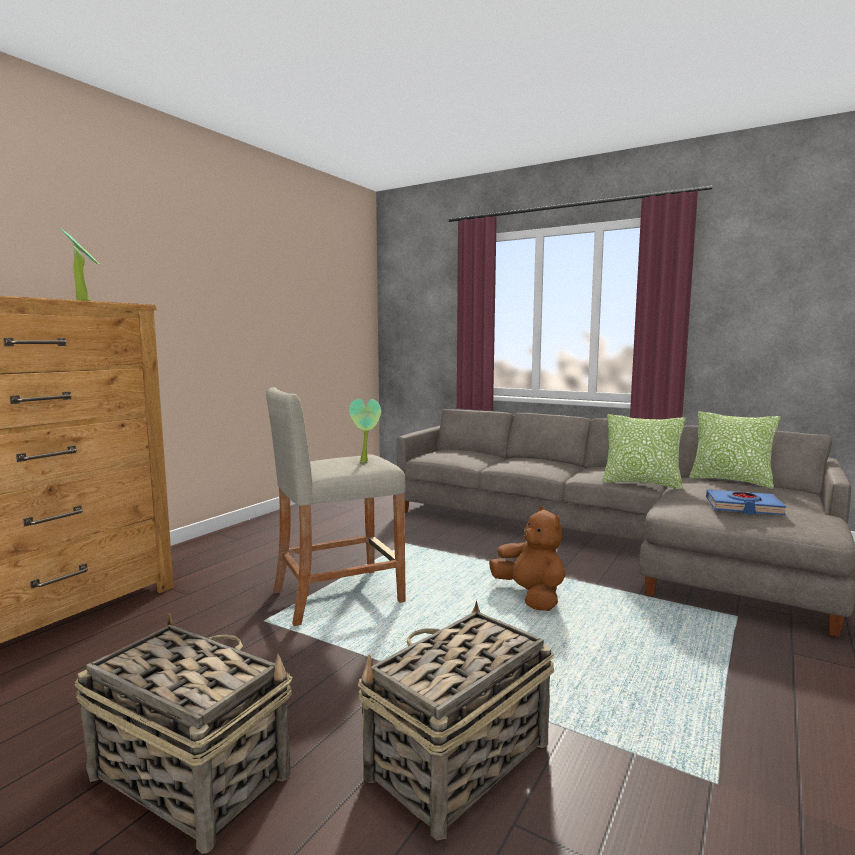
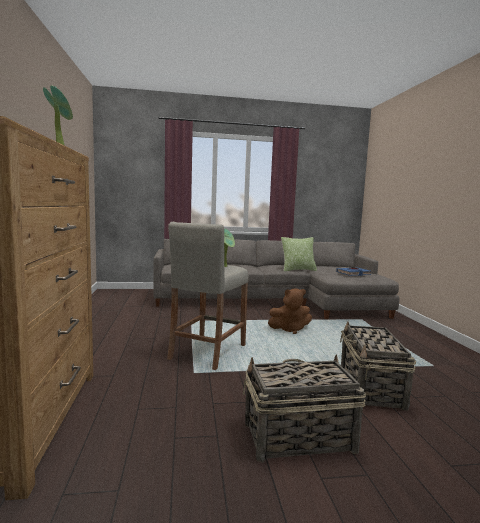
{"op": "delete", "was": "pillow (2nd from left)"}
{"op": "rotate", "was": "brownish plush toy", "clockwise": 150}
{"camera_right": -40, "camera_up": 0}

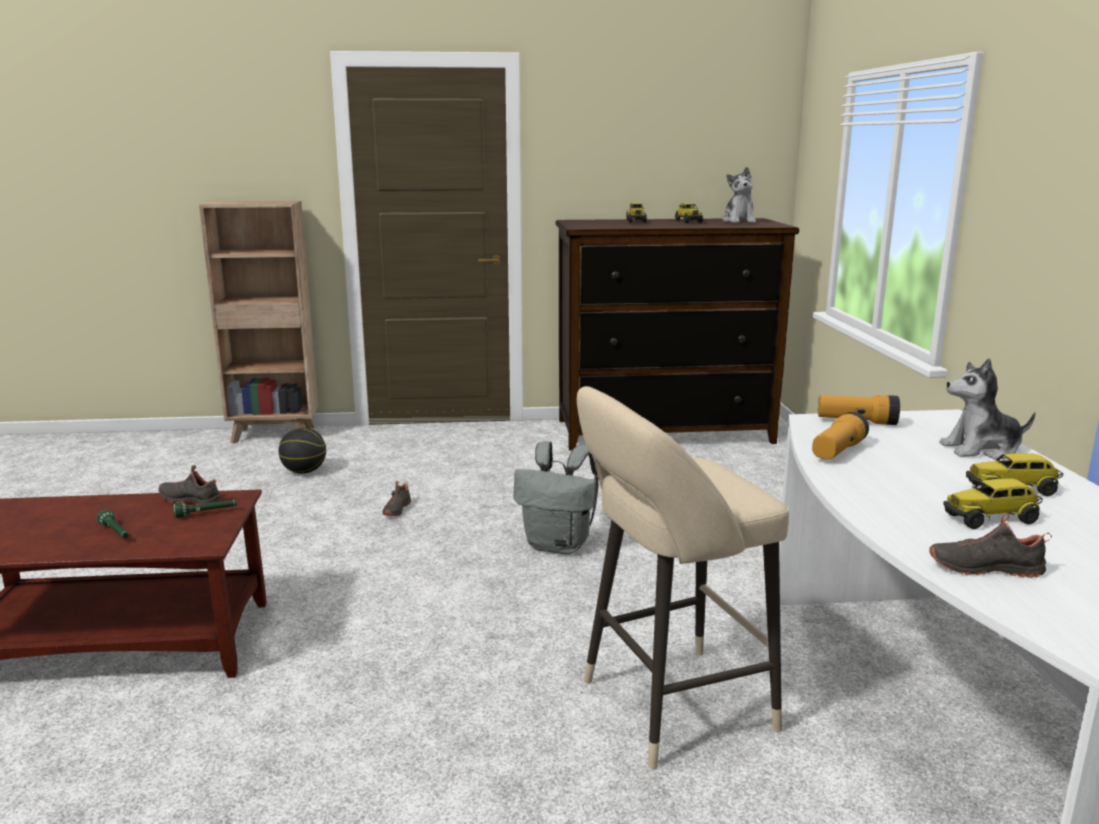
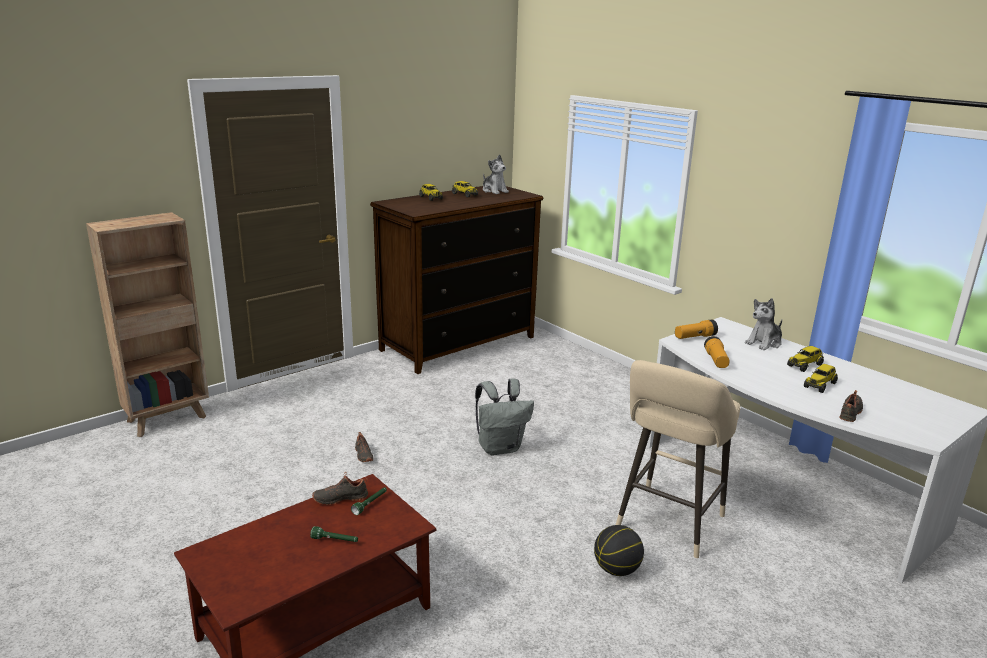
{"op": "move", "was": "basketball"}
{"op": "rotate", "was": "blackish low shoe (3rd from left)", "clockwise": 150}
{"camera_right": -35, "camera_up": 5}

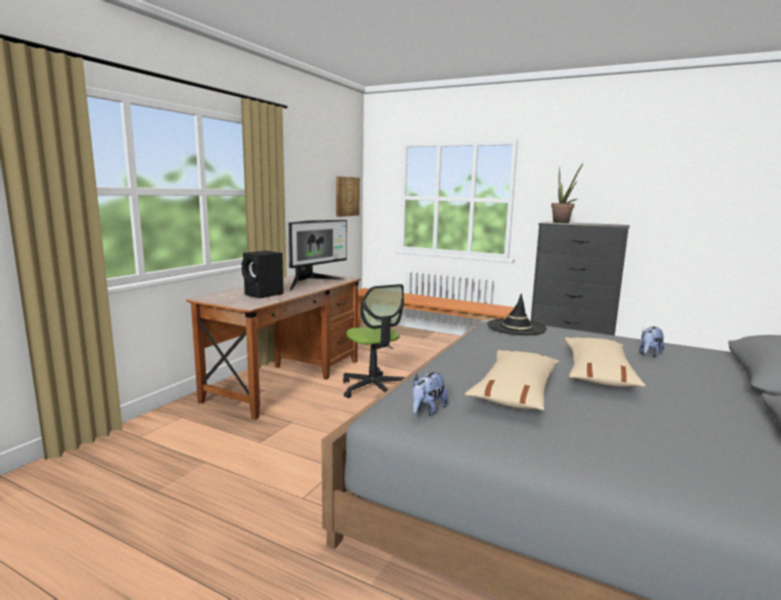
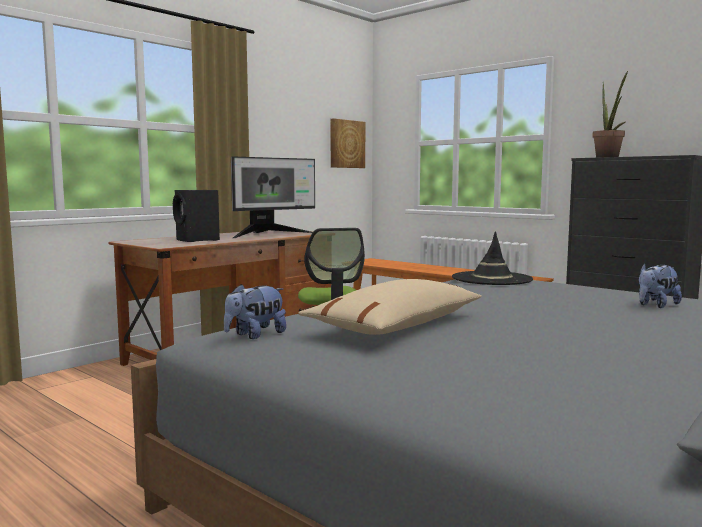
{"op": "delete", "was": "beige-coloured pillow (2nd from left)"}
{"camera_right": 15, "camera_up": -5}

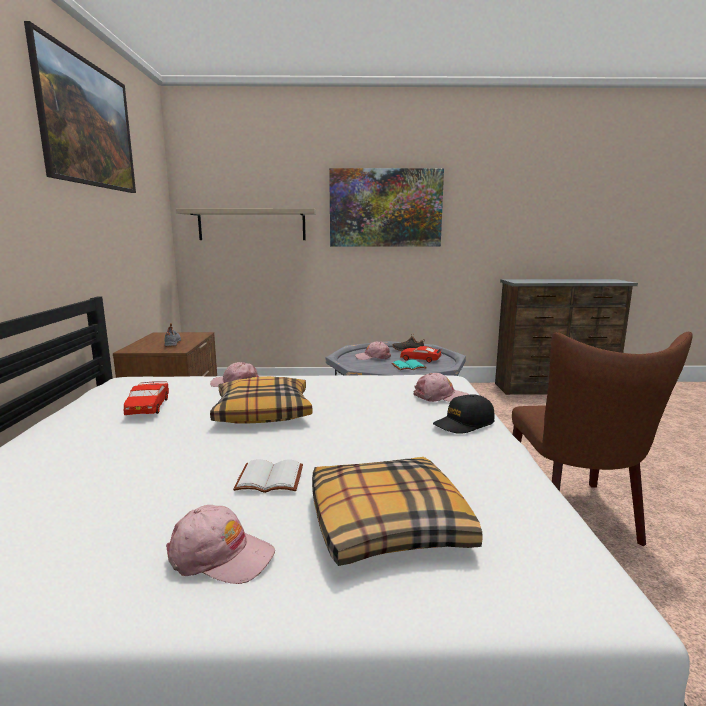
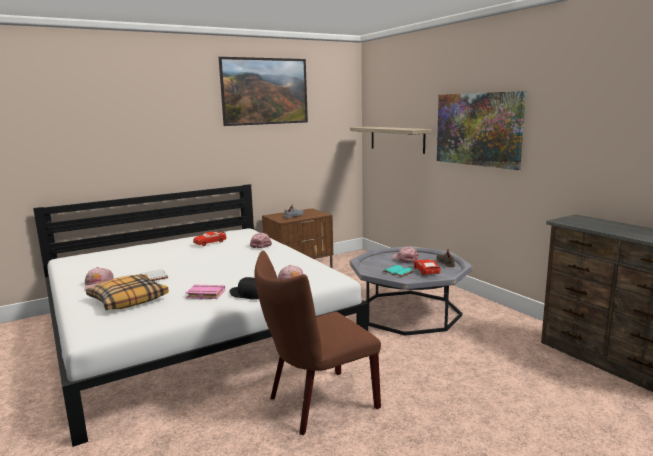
{"op": "delete", "was": "pillow (1st from left)"}
{"op": "insert", "now": "pink-coloured volume"}
{"camera_right": 60, "camera_up": 0}

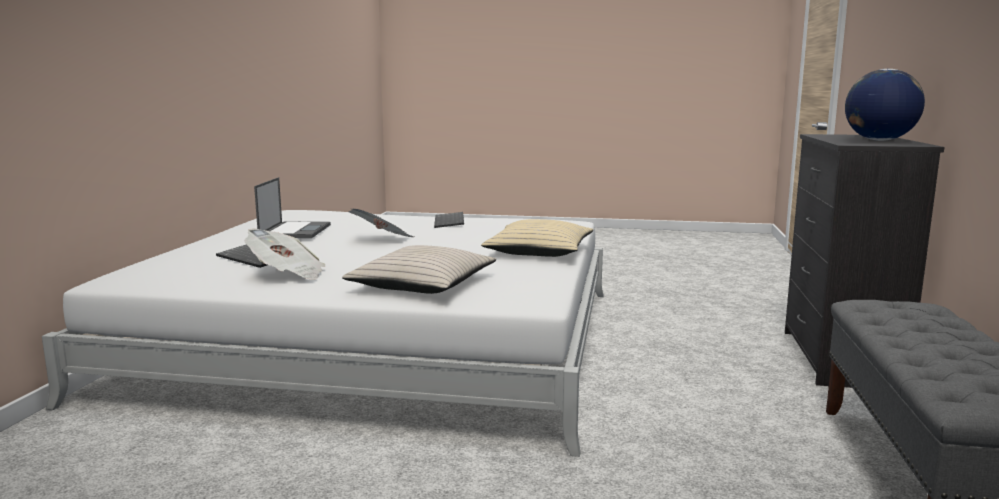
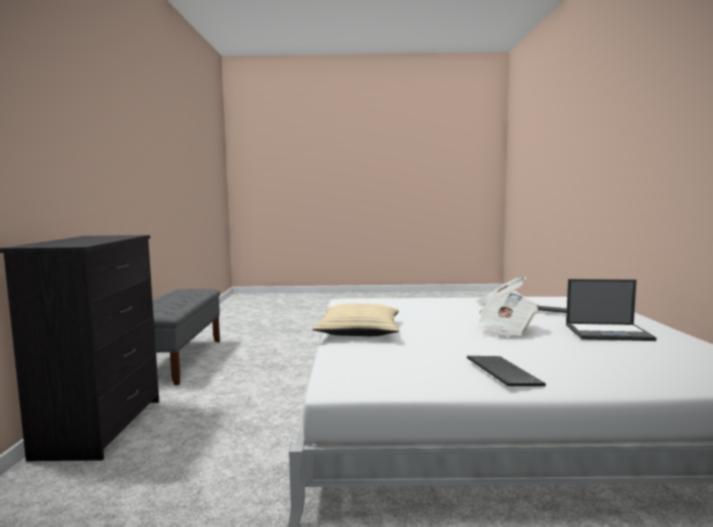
{"op": "delete", "was": "beige-coloured pillow (1st from left)"}
{"op": "delete", "was": "desk globe"}
{"op": "rotate", "was": "laptop", "clockwise": -75}
{"camera_right": 170, "camera_up": -5}

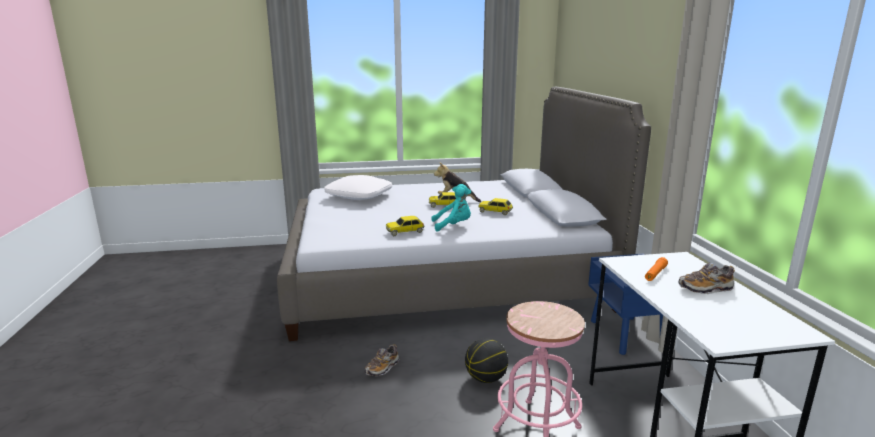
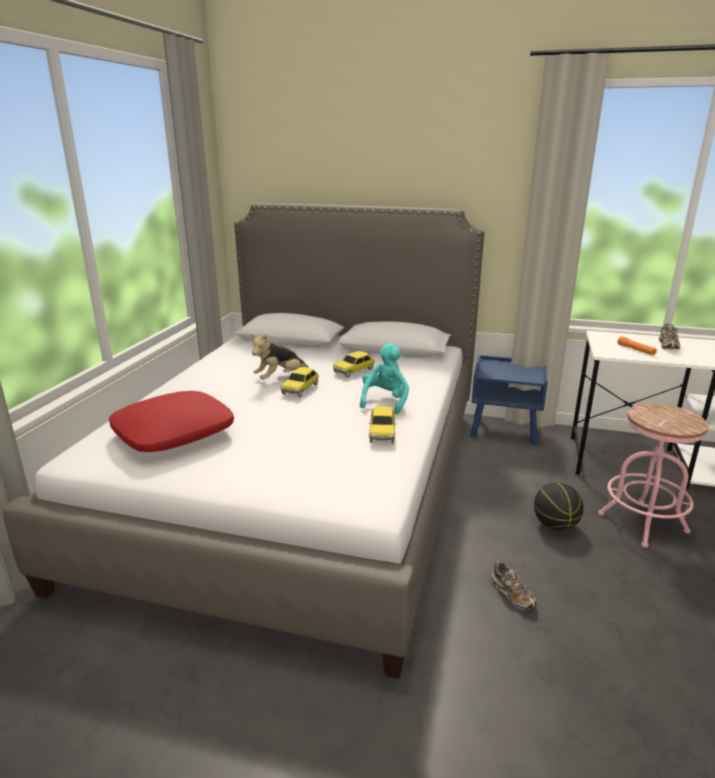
{"op": "recolor", "was": "whitish pillow", "now": "reddish pillow"}
{"camera_right": -65, "camera_up": 5}

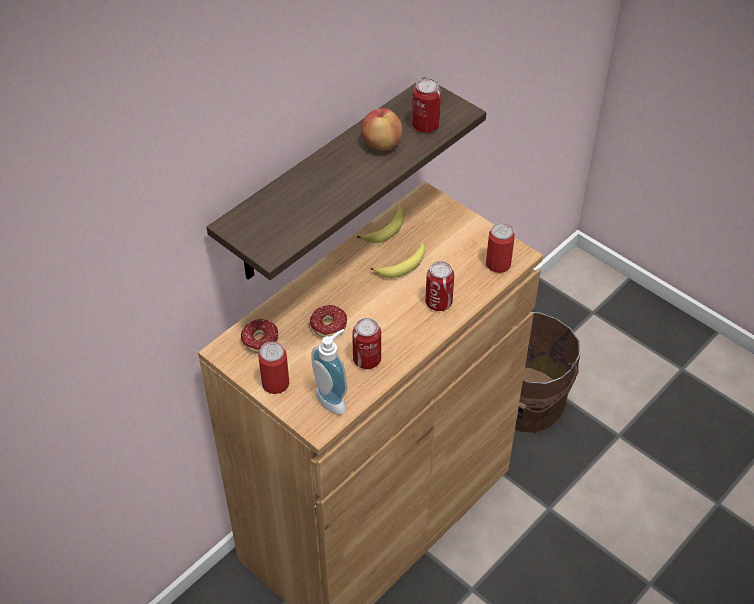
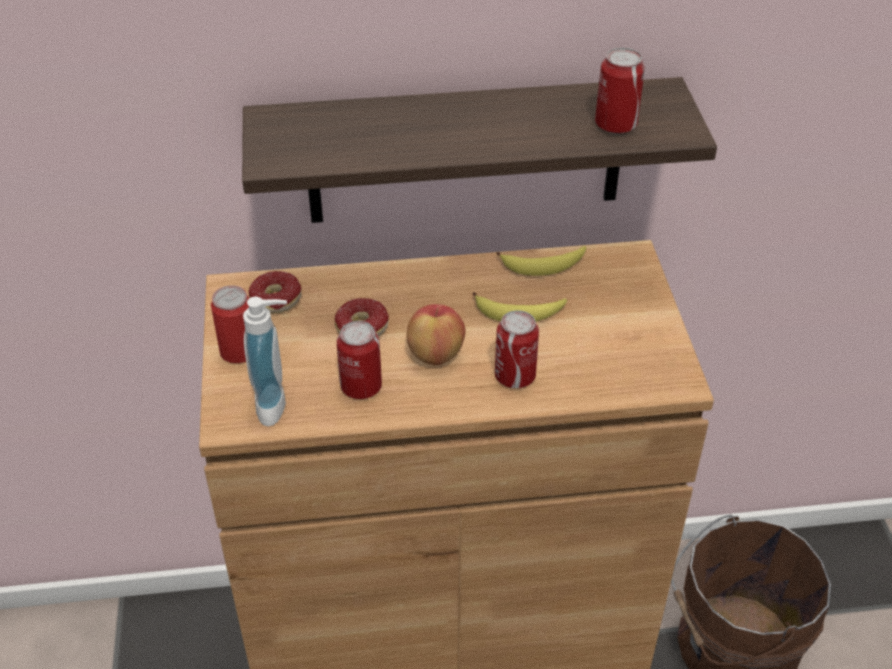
{"op": "delete", "was": "can (5th from left)"}
{"op": "move", "was": "apple"}
{"camera_right": 40, "camera_up": -5}

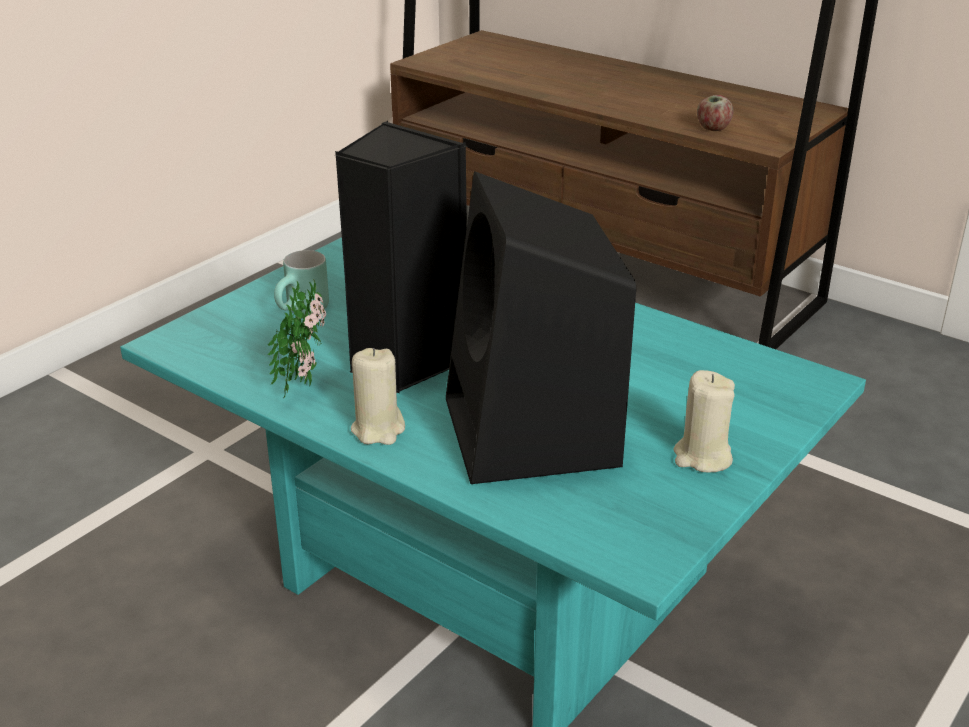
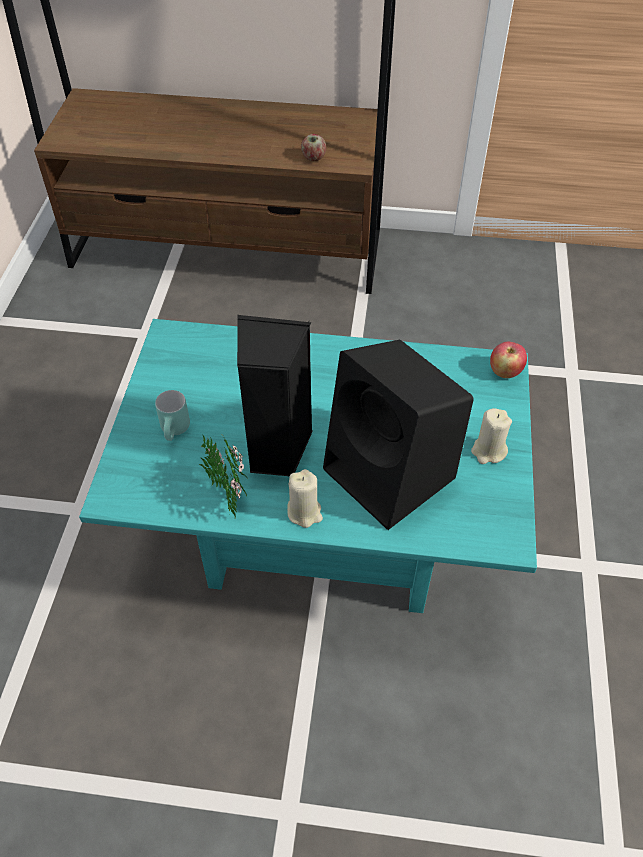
{"op": "insert", "now": "apple (2nd from left)"}
{"camera_right": -30, "camera_up": 20}

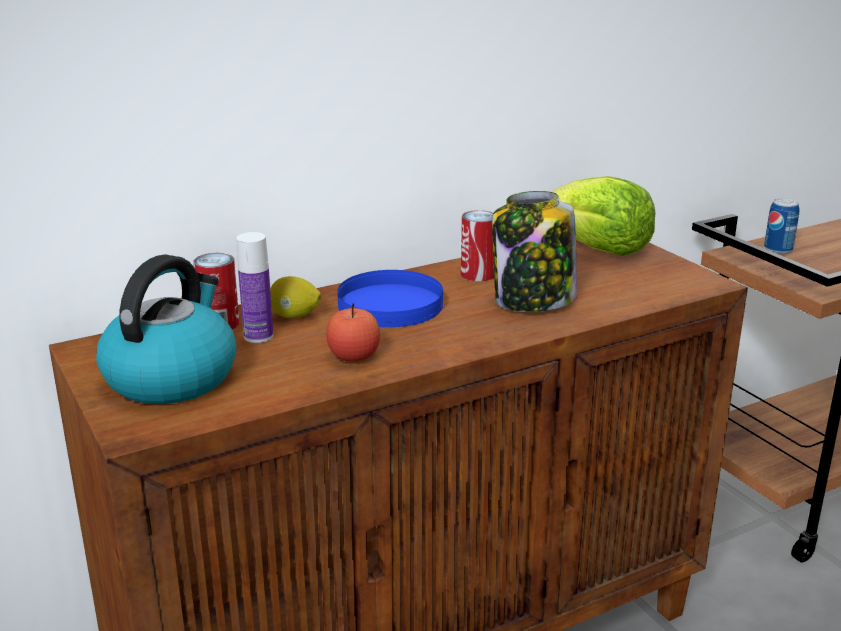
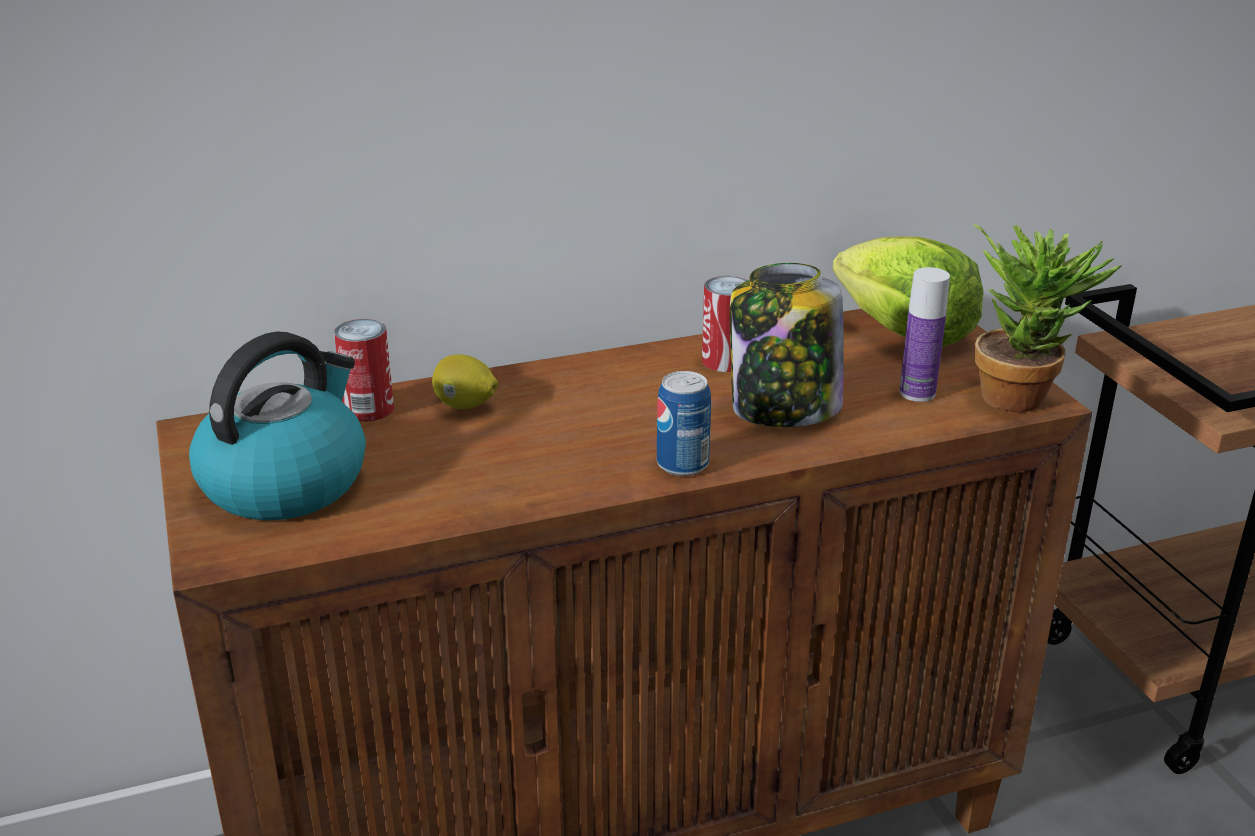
{"op": "delete", "was": "apple"}
{"op": "delete", "was": "blue-coloured flat dish"}
{"op": "insert", "now": "potted plant"}
{"op": "move", "was": "bottle"}
{"op": "move", "was": "can (3rd from left in the first image)", "now": "can (2nd from left)"}
{"camera_right": 10, "camera_up": 5}

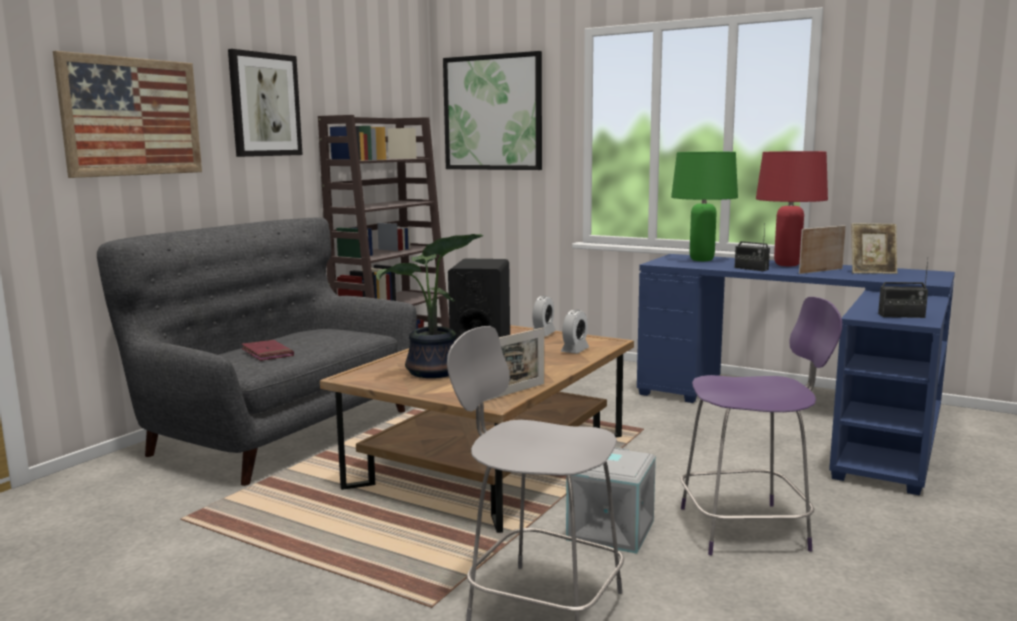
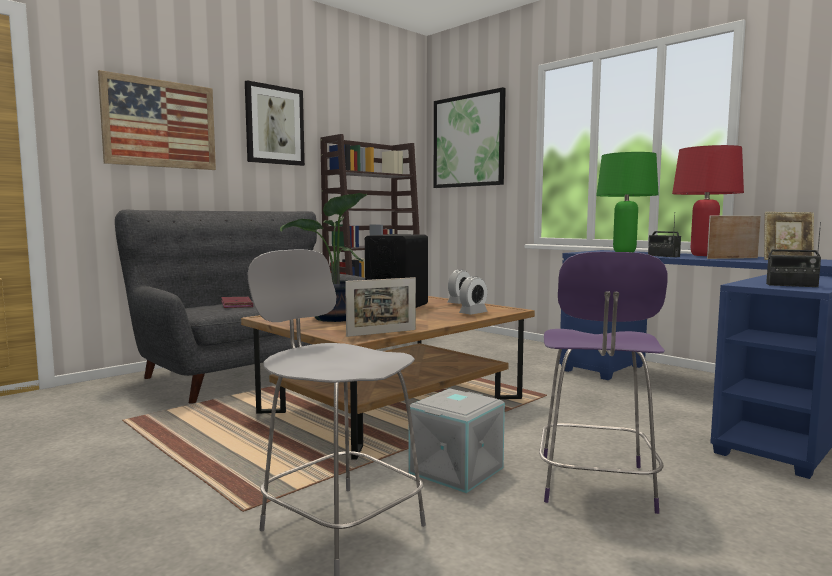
{"op": "rotate", "was": "purple chair", "clockwise": 90}
{"camera_right": 15, "camera_up": -5}

